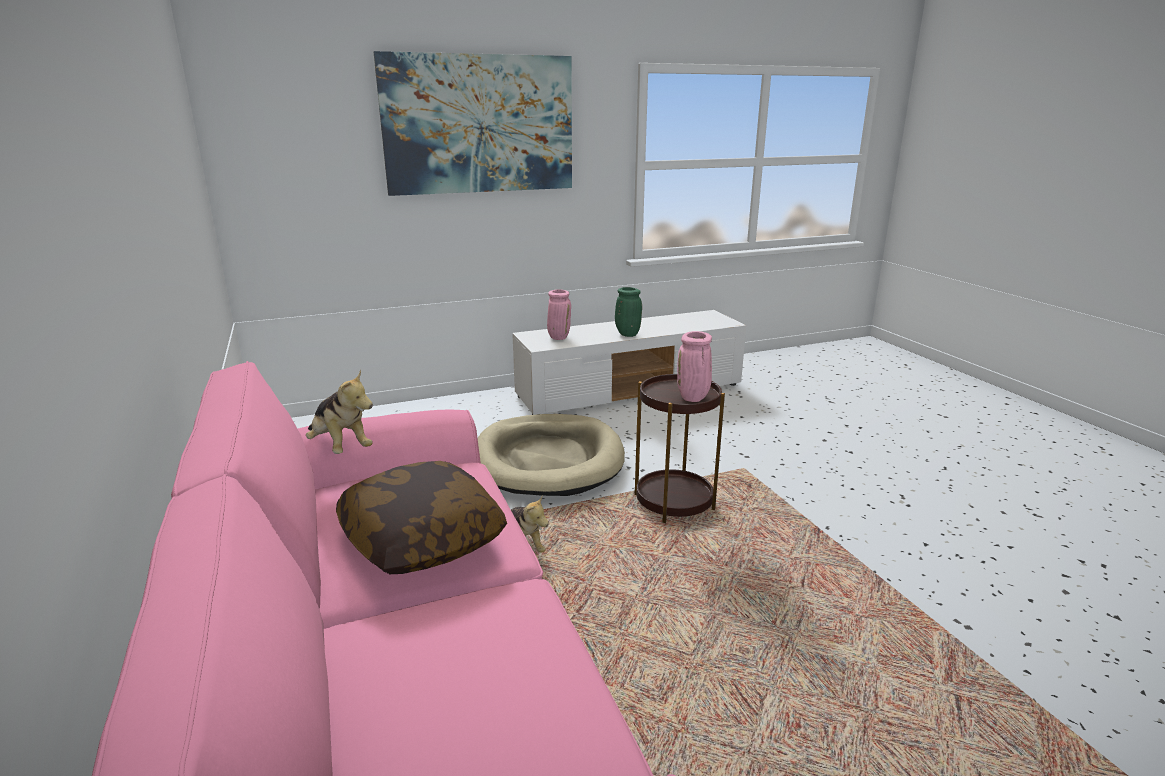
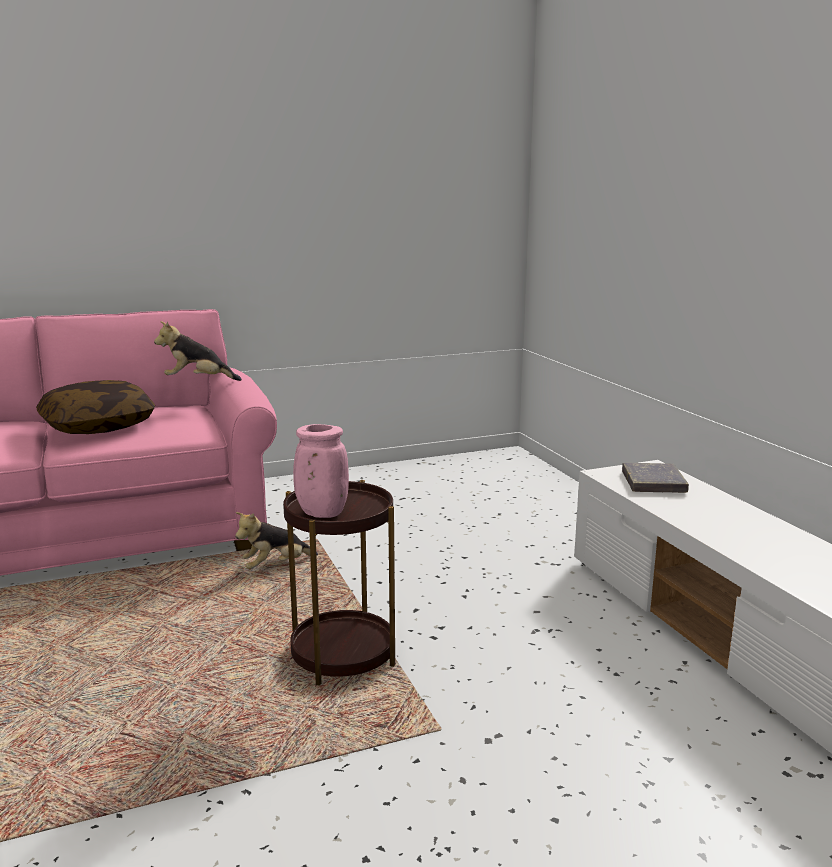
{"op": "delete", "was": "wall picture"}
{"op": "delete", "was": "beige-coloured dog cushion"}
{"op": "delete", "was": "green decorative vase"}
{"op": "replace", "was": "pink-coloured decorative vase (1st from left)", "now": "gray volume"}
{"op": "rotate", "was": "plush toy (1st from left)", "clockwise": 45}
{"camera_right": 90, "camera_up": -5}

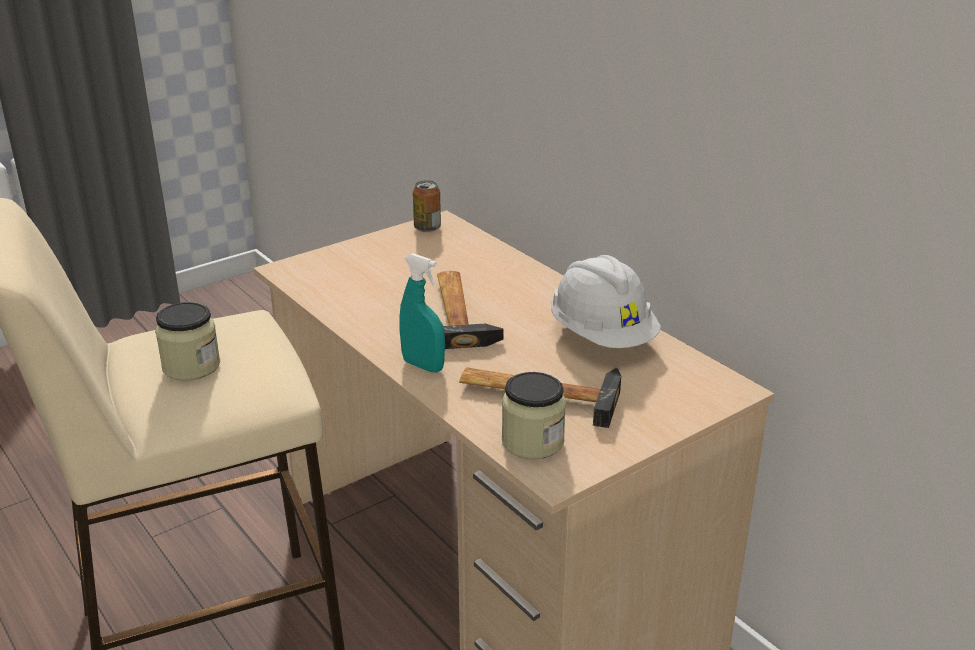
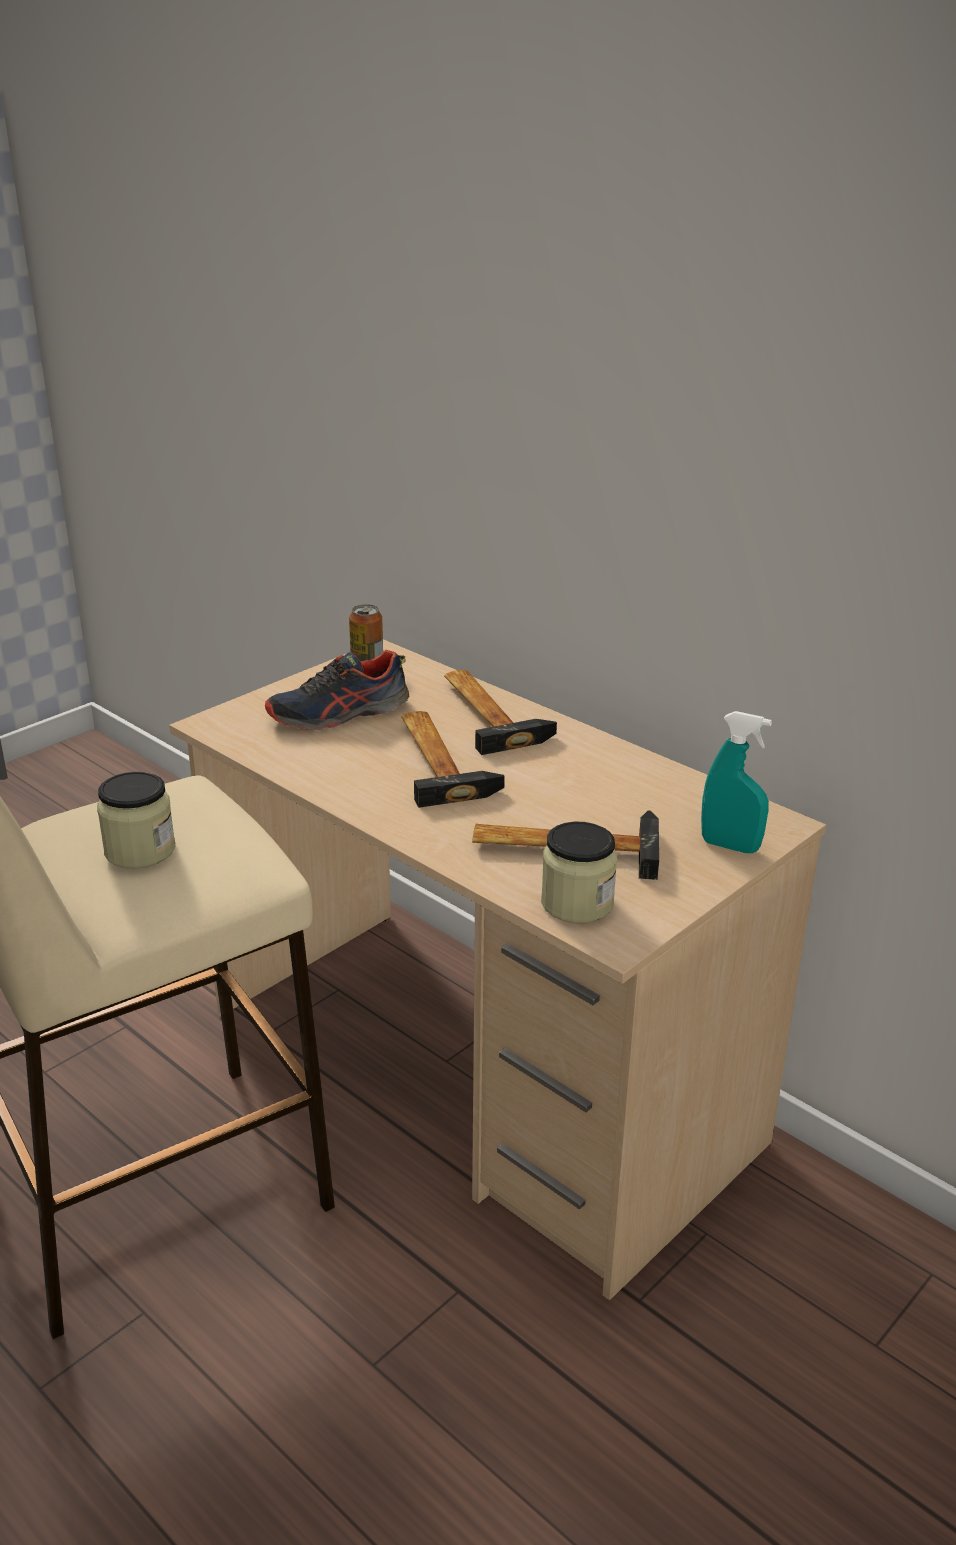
{"op": "delete", "was": "whitish work helmet"}
{"op": "insert", "now": "low shoe"}
{"op": "insert", "now": "tool hammer (2nd from left)"}
{"op": "move", "was": "turquoise-coloured hand sprayer"}
{"camera_right": -10, "camera_up": 0}

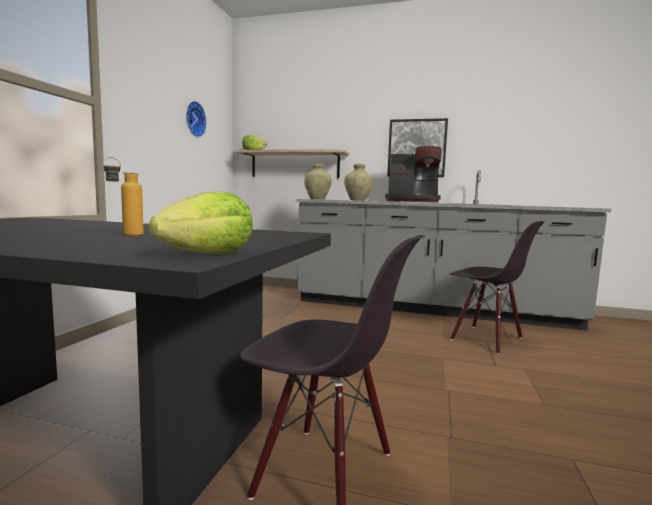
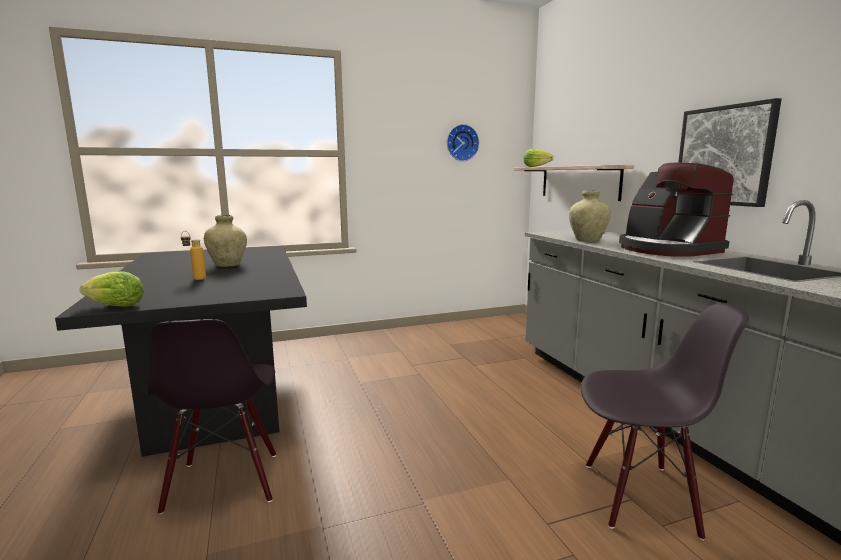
{"op": "move", "was": "beige-coloured decorative vase (1st from left)"}
{"op": "rotate", "was": "blackish chair (2nd from left)", "clockwise": -90}
{"camera_right": 55, "camera_up": 5}

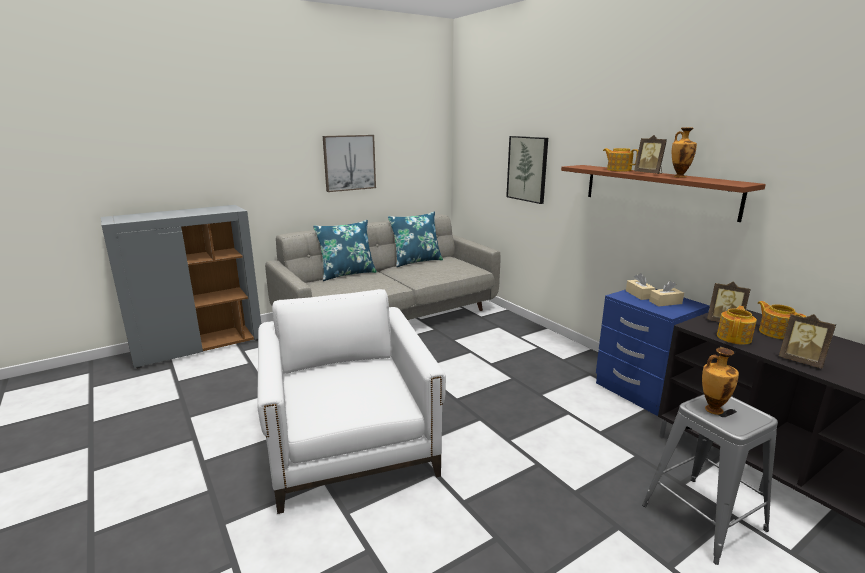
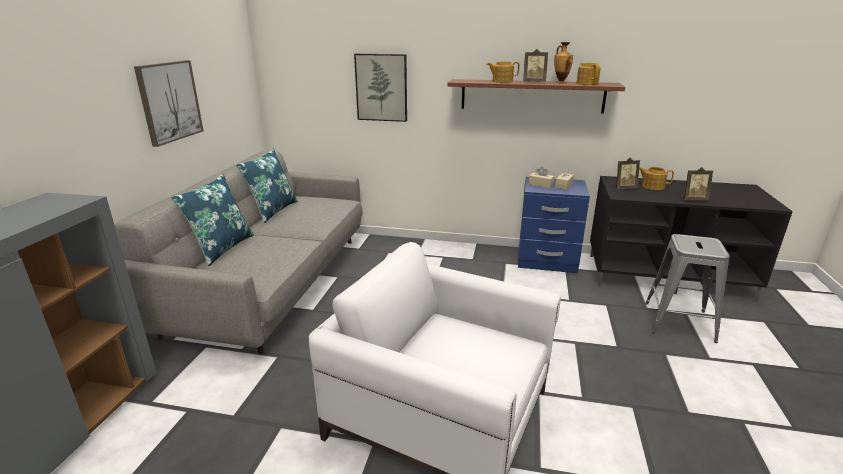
{"op": "delete", "was": "decorative vase (2nd from left)"}
{"op": "move", "was": "pot for tea (2nd from left)"}
{"camera_right": -45, "camera_up": 5}

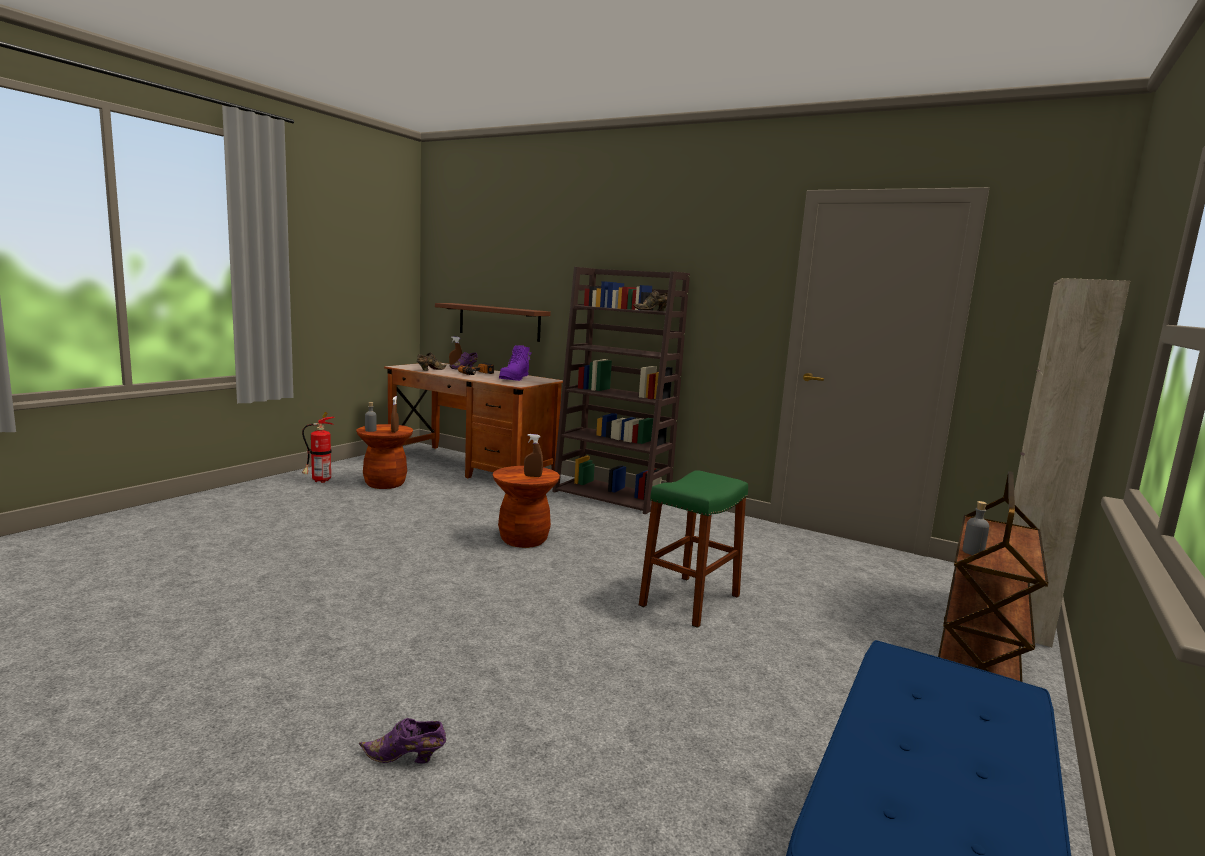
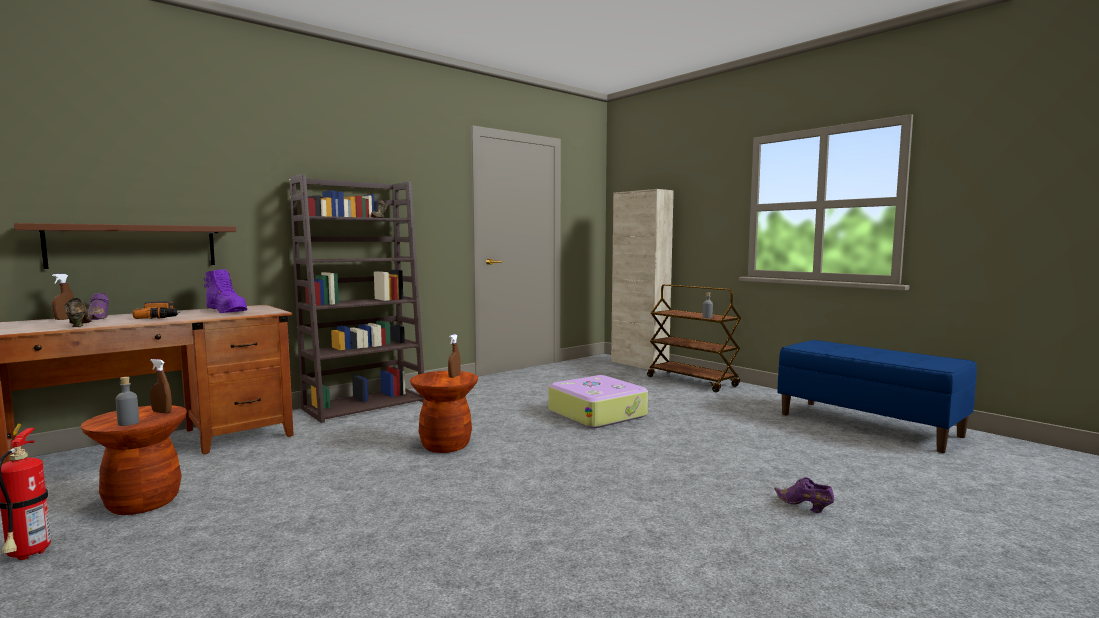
{"op": "replace", "was": "green stool", "now": "suitcase"}
{"op": "rotate", "was": "purple low shoe (1st from left in the first image)", "clockwise": 120}
{"camera_right": -70, "camera_up": -5}

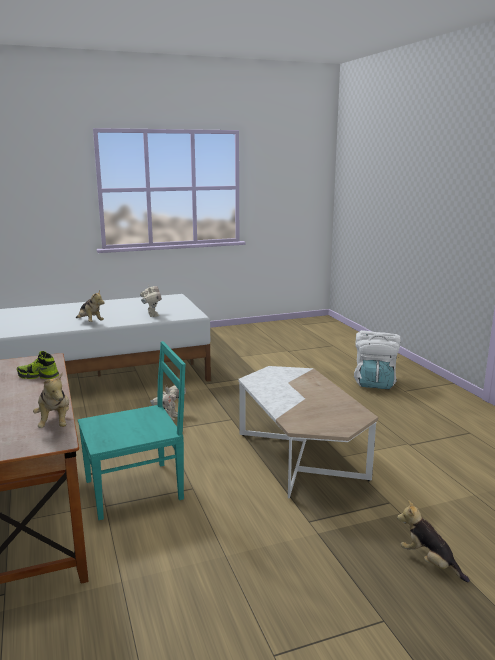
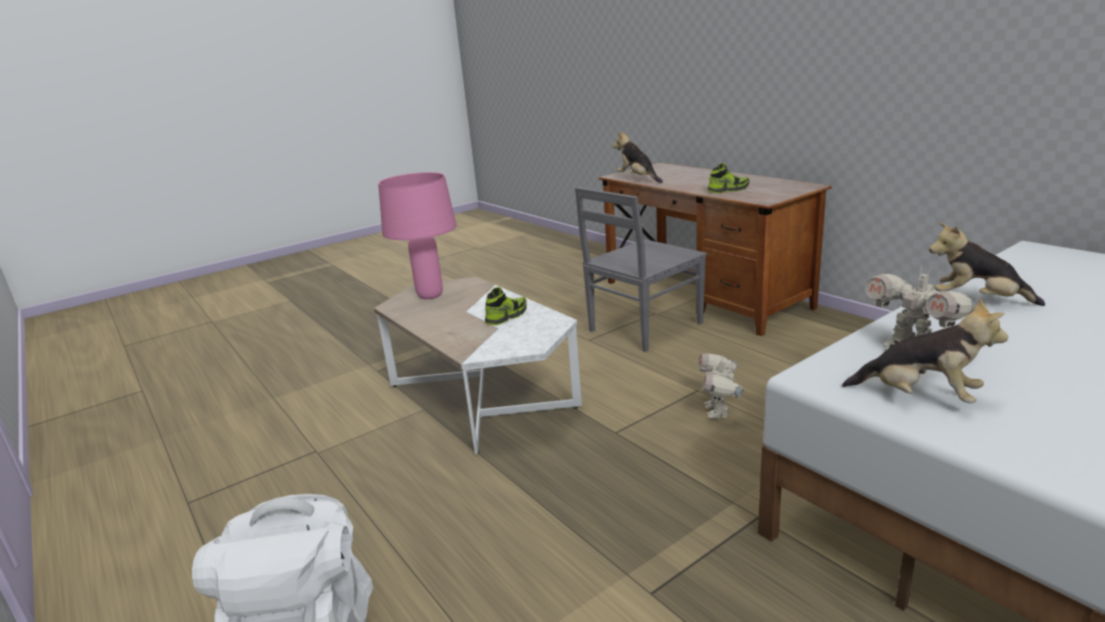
{"op": "insert", "now": "pink-coloured tabletop lamp"}
{"op": "insert", "now": "low shoe (1st from left)"}
{"op": "move", "was": "plush toy (3rd from left in the first image)", "now": "plush toy (2nd from left)"}
{"op": "recolor", "was": "turquoise-coloured chair", "now": "gray chair"}
{"camera_right": 165, "camera_up": 5}

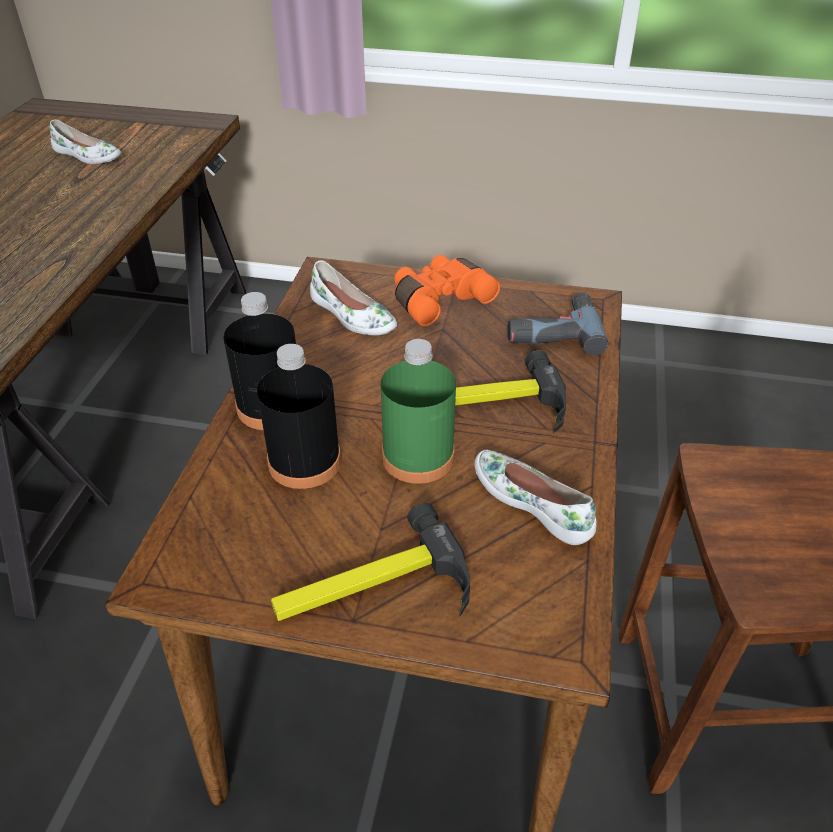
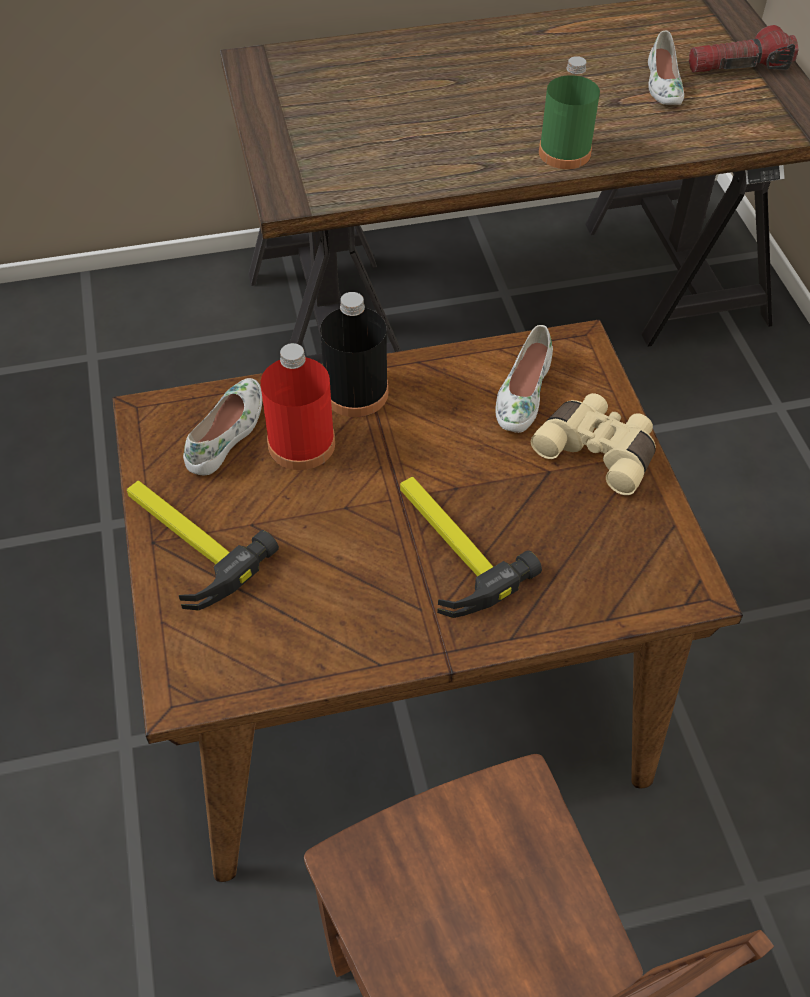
{"op": "delete", "was": "power drill"}
{"op": "insert", "now": "flashlight"}
{"op": "move", "was": "green bottle"}
{"op": "move", "was": "whitish low shoe (3rd from left in the first image)", "now": "whitish low shoe (1st from left)"}
{"op": "recolor", "was": "blackish bottle (2nd from left)", "now": "reddish bottle"}
{"op": "recolor", "was": "orange-coloured field glasses", "now": "beige-coloured field glasses"}
{"camera_right": 65, "camera_up": 10}

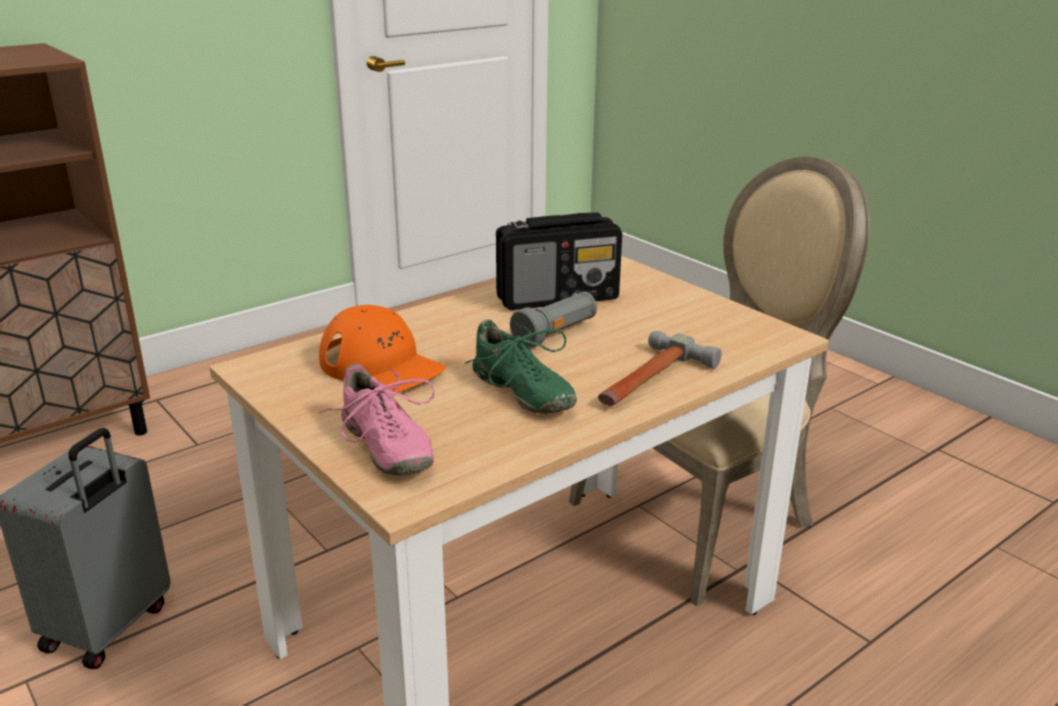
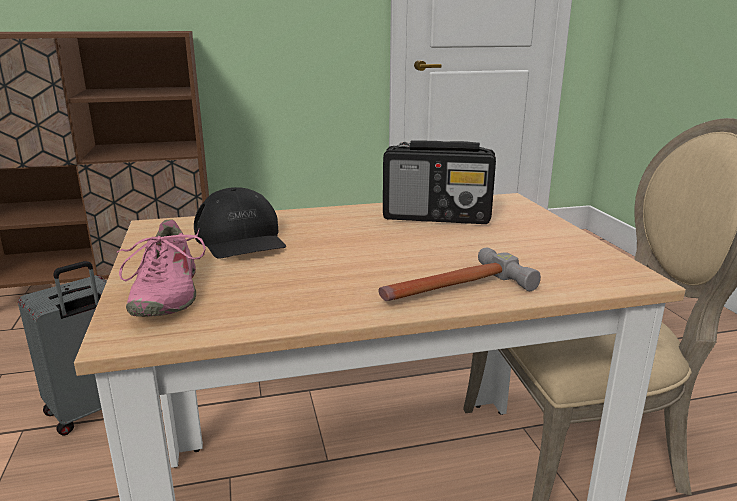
{"op": "delete", "was": "green low shoe"}
{"op": "delete", "was": "gray flashlight"}
{"op": "recolor", "was": "orange-coloured peaked cap", "now": "blackish peaked cap"}
{"camera_right": 25, "camera_up": -5}

